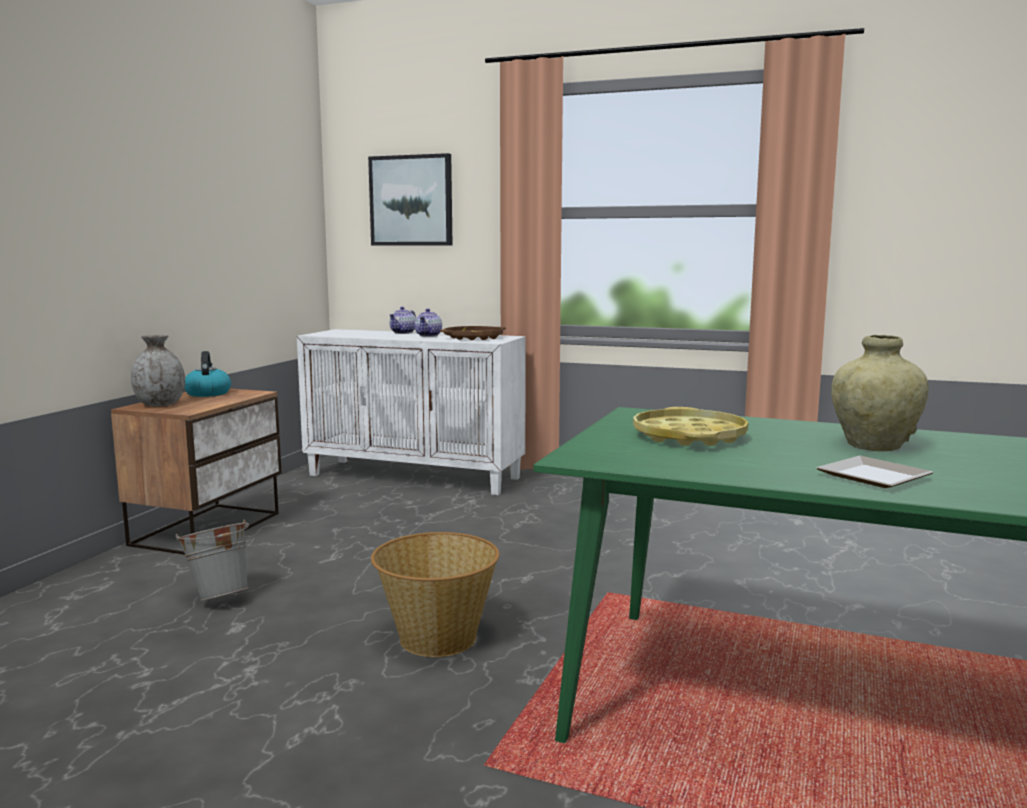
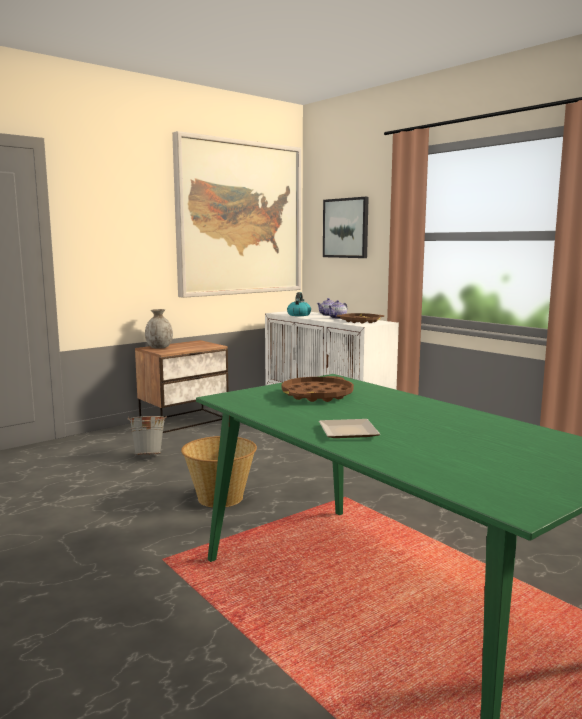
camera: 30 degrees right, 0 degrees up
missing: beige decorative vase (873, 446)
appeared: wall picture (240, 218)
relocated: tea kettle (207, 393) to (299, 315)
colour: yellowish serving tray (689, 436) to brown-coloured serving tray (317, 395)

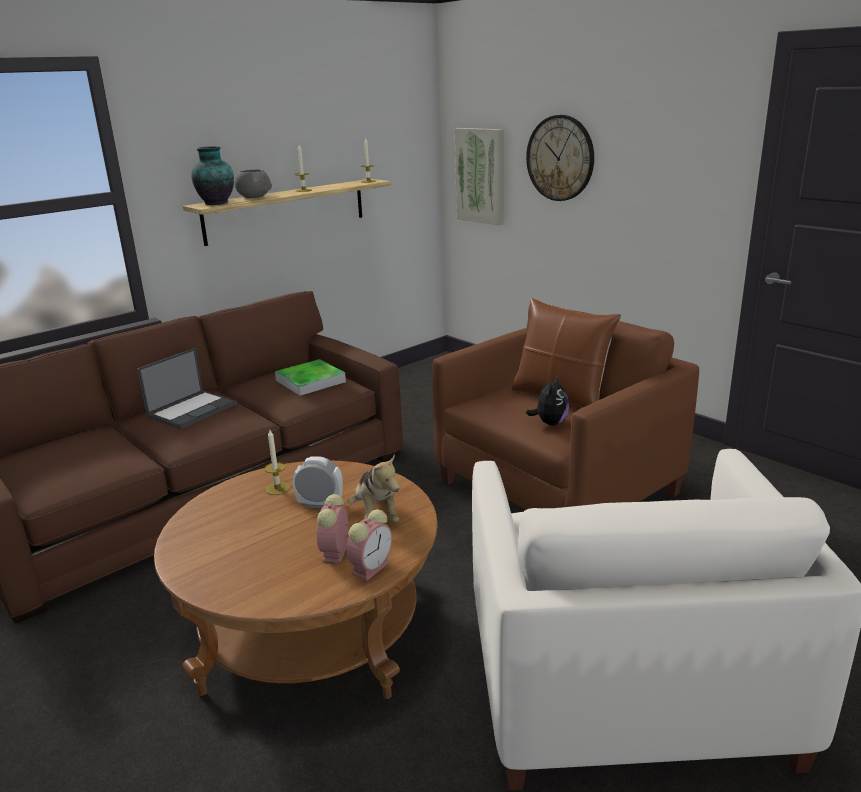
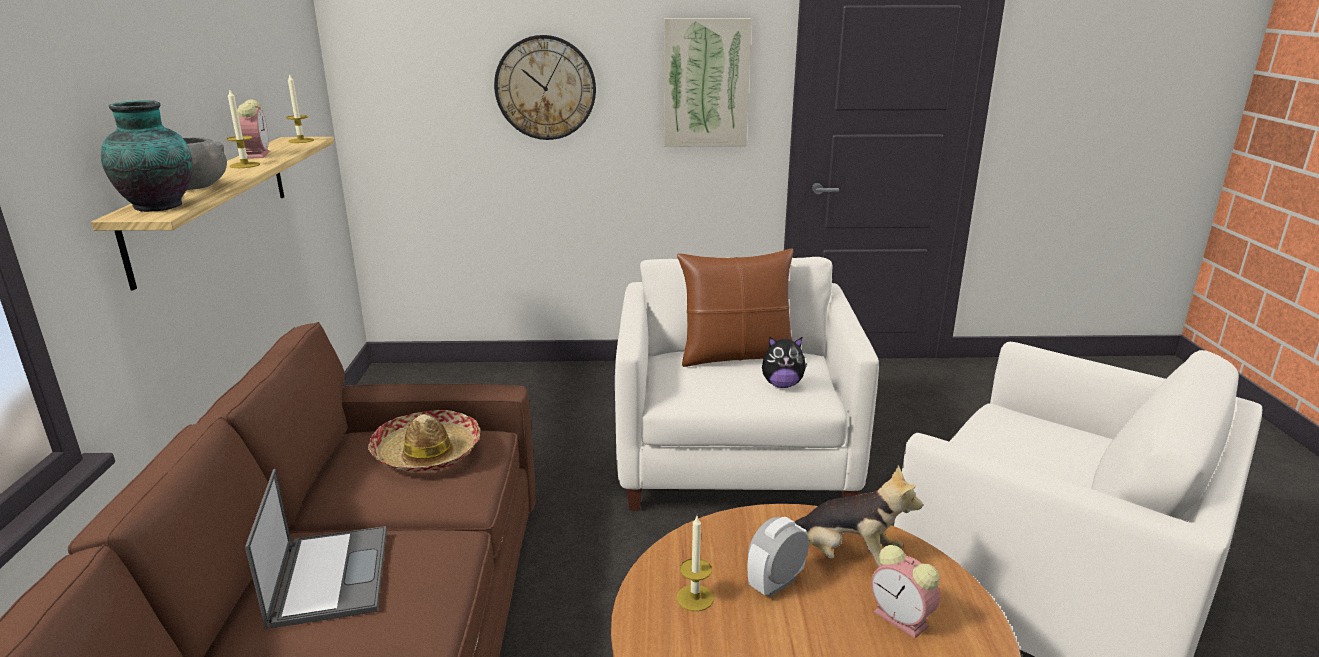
camera: 50 degrees left, 0 degrees up
relocated: bedside clock (371, 567) to (257, 154); wall picture (481, 175) to (706, 83)
exchanged: serving tray (310, 381) to clothing hat (427, 452)
colour: brown-coloured armchair (556, 487) to whitish armchair (733, 459)
spun: soft toy (550, 423) = (782, 384) 120 degrees clockwise

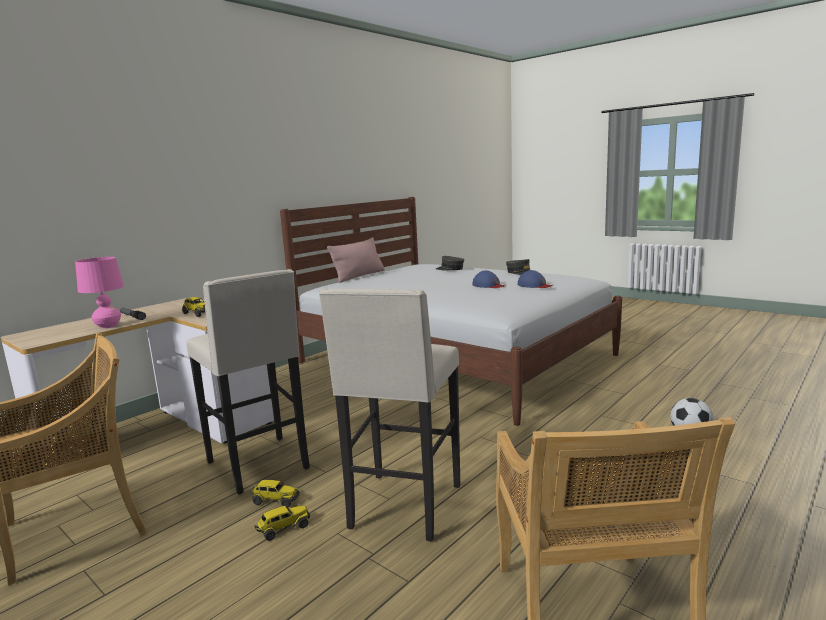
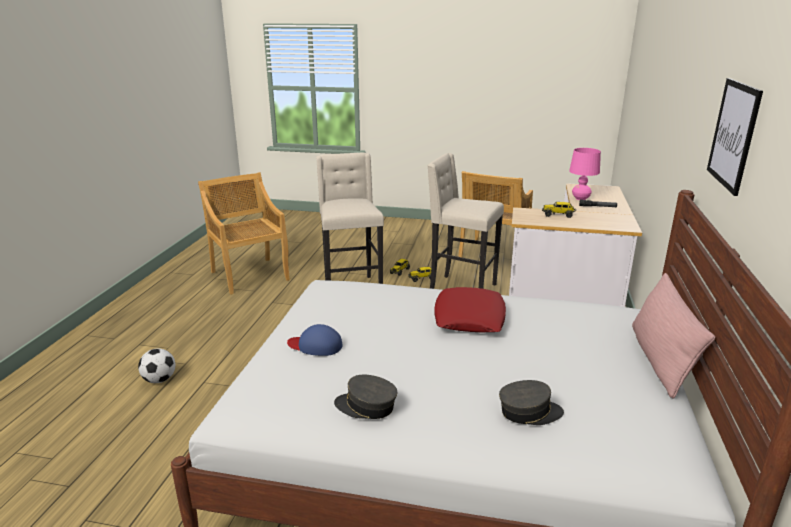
camera: 150 degrees right, 10 degrees up
missing: bluish baseball cap (488, 285)
appeared: red throw pillow (469, 317); wall picture (733, 134)

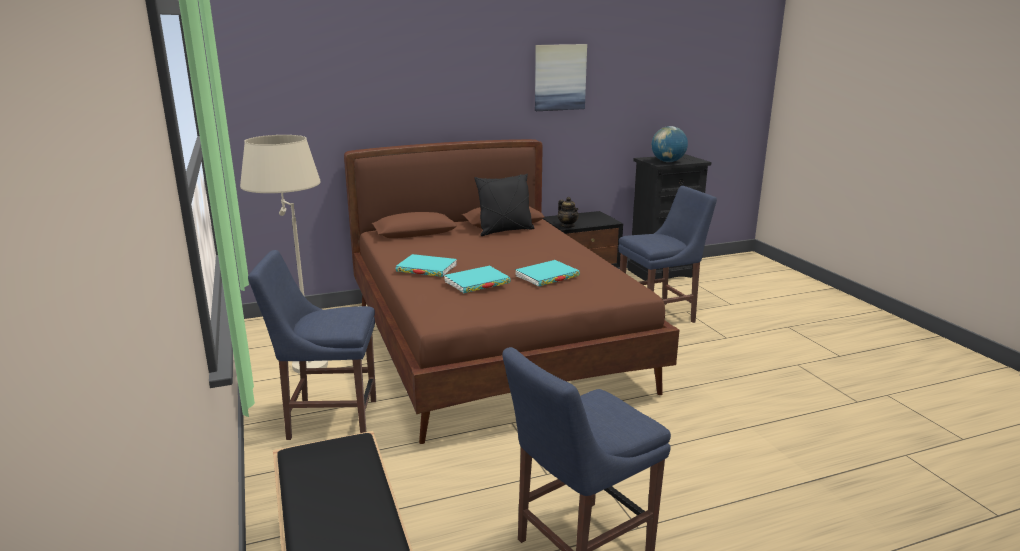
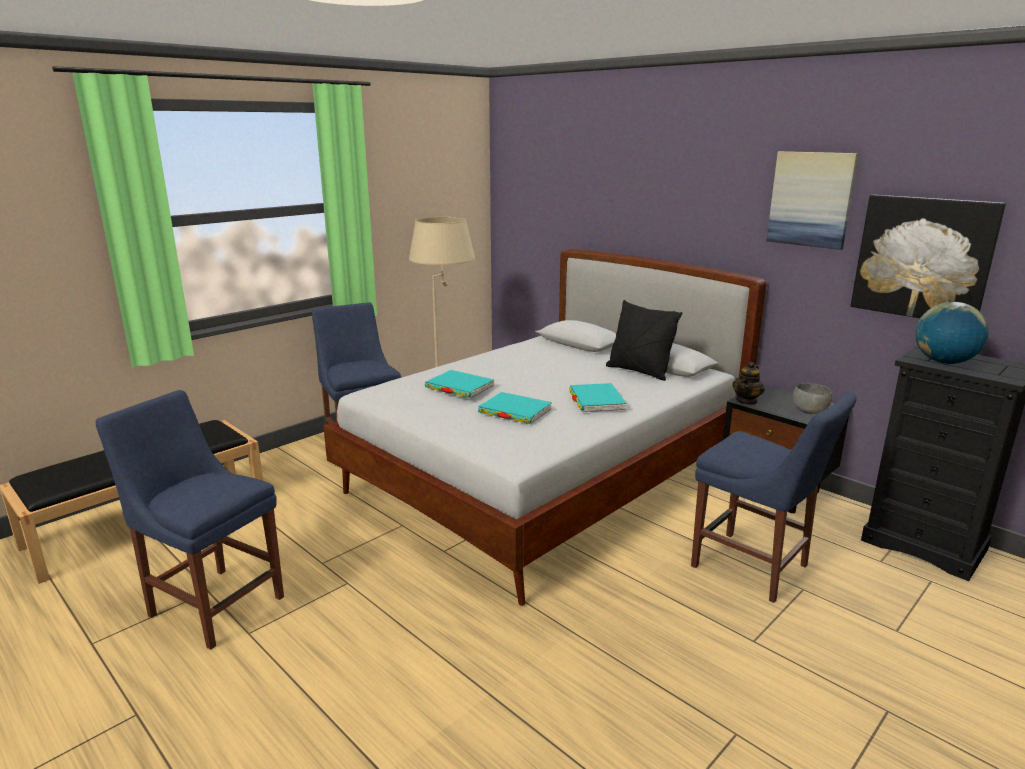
camera: 65 degrees right, 0 degrees up
appeared: grey bowl (809, 412); wall picture (923, 258)
relocated: turquoise bound book (426, 268) to (596, 401)
colour: brown-coloured bedroom bed (492, 345) to whitish bedroom bed (547, 479)

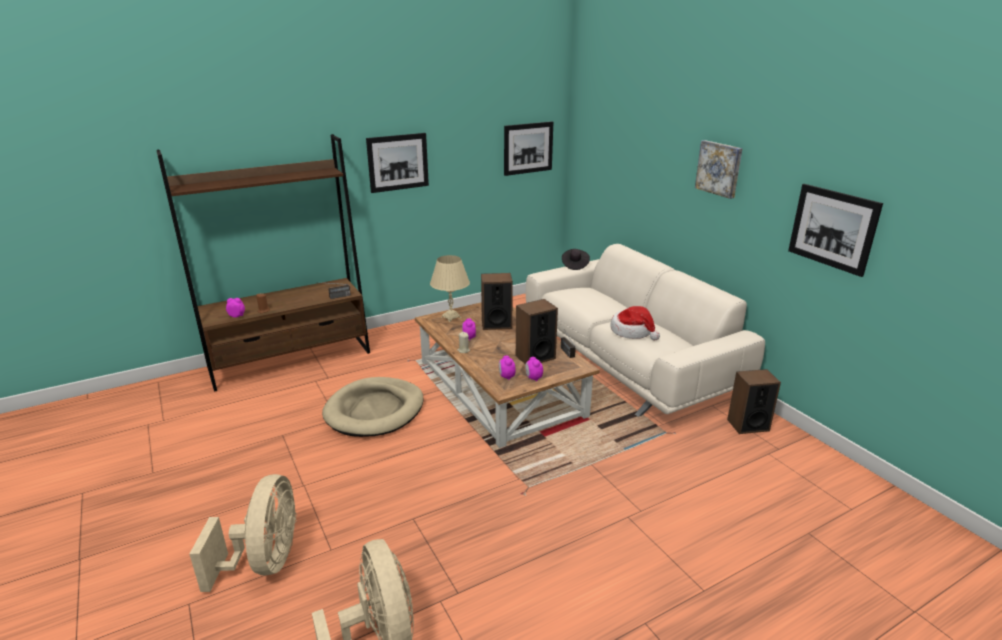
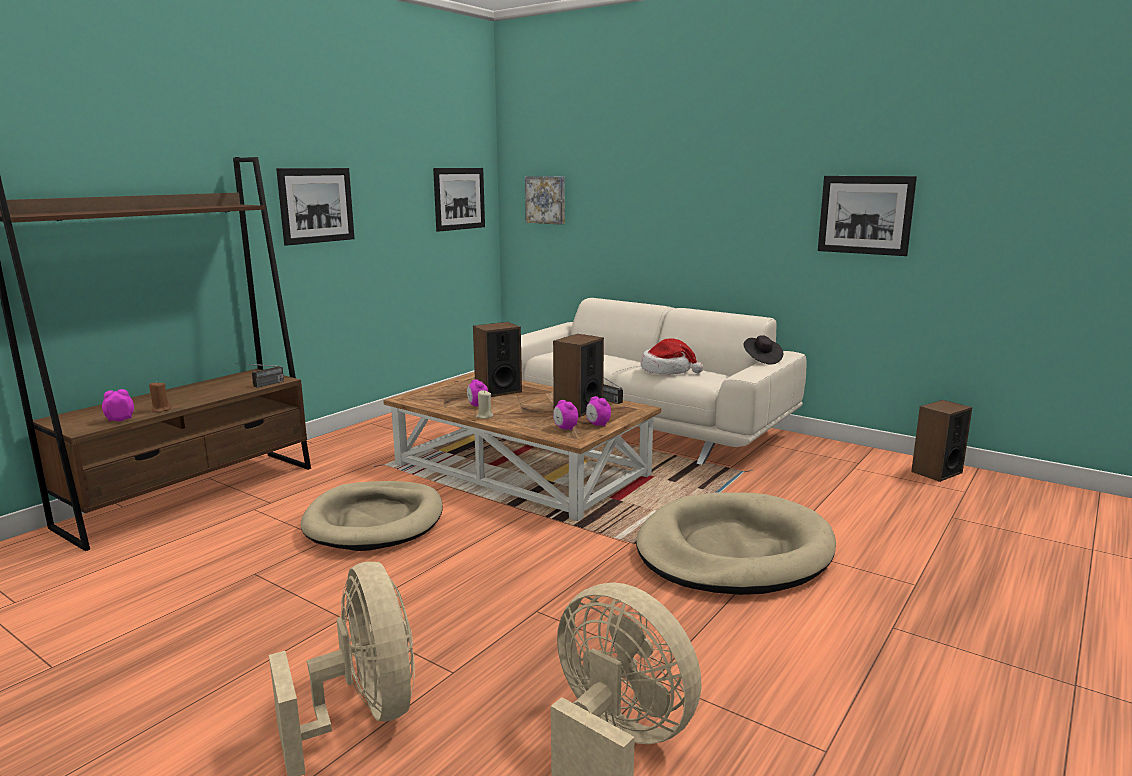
camera: 25 degrees left, 10 degrees down
missing: beige lamp for a table (451, 317)
appeared: beige dog bed (733, 551)
relocated: blackish clothing hat (574, 265) to (761, 360); wall picture (719, 168) to (546, 200); loudspeaker (747, 425) to (936, 472)

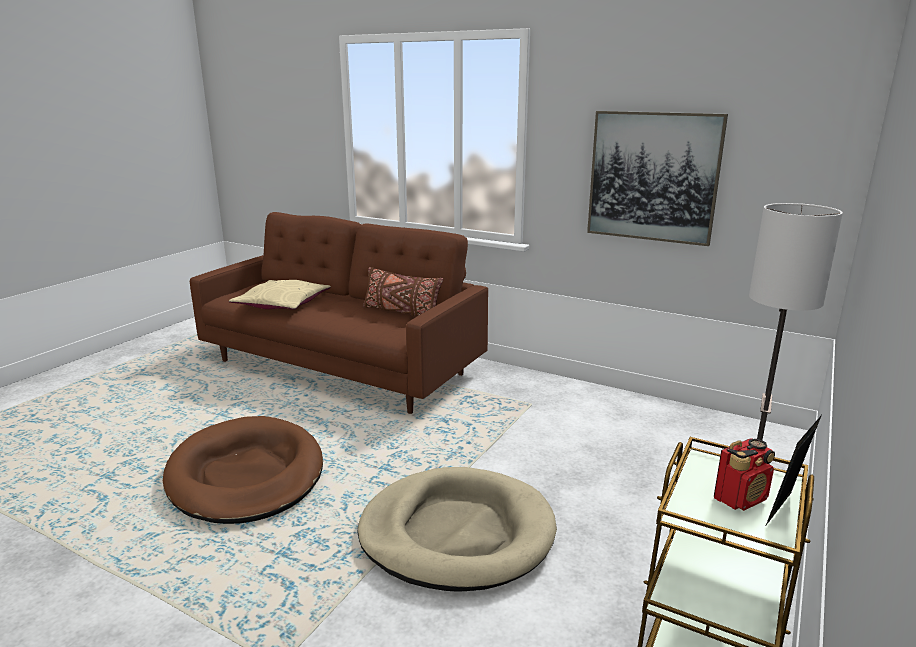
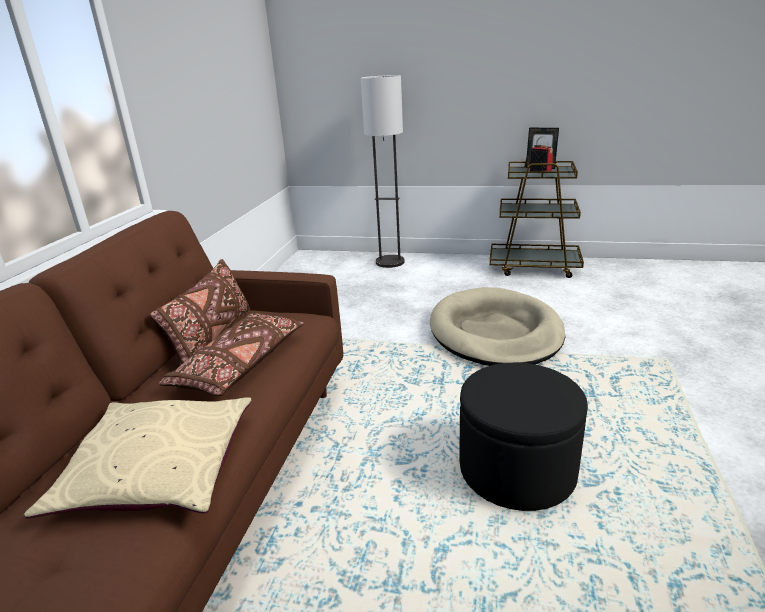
camera: 105 degrees left, 5 degrees up
missing: wall picture (653, 177)
appeared: brown-coloured throw pillow (240, 365)
exchanged: brown-coloured dog bed (246, 475) to blackish ottoman (517, 470)

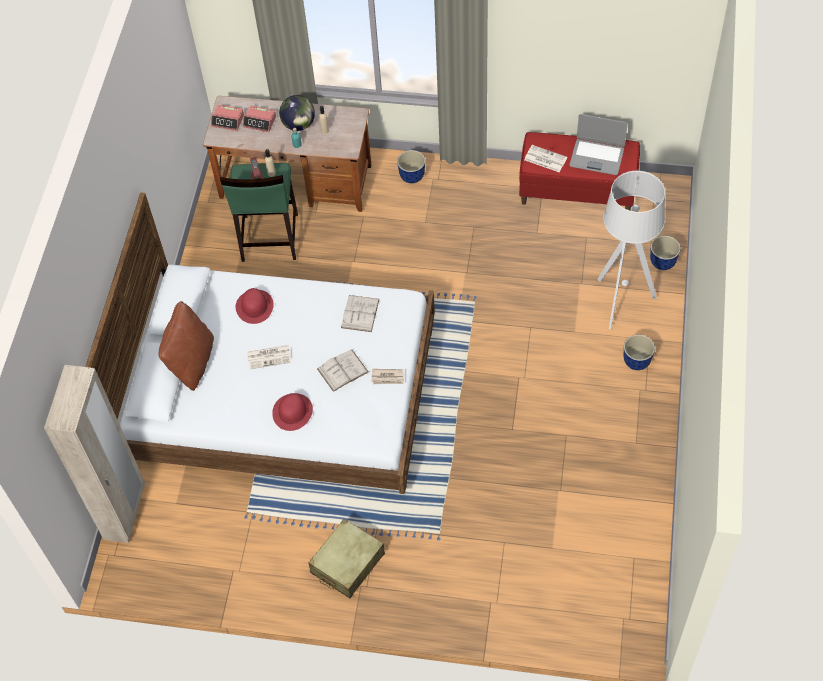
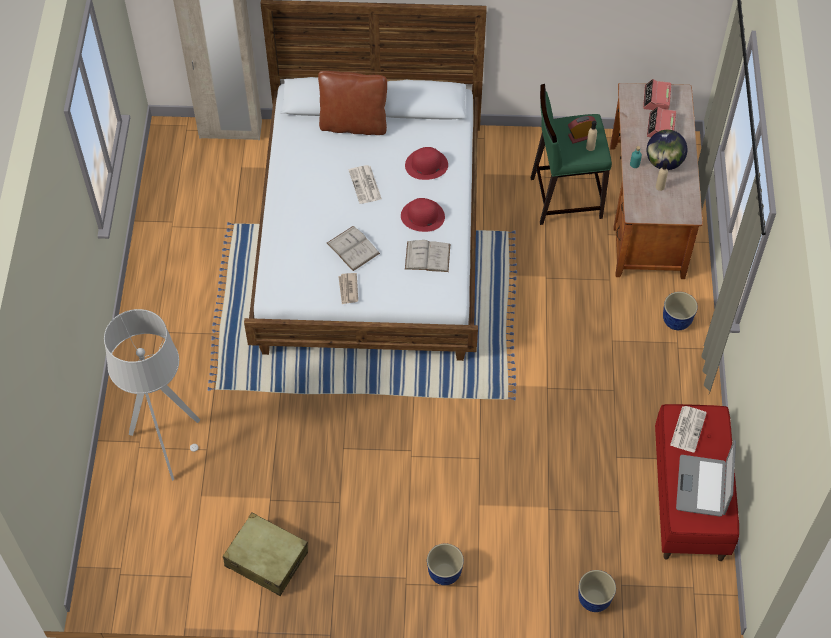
camera: 80 degrees right, 0 degrees up
relocated: red clothing hat (292, 412) to (422, 216); beige travel case (347, 563) to (266, 559); grey standing lamp (621, 302) to (167, 444)

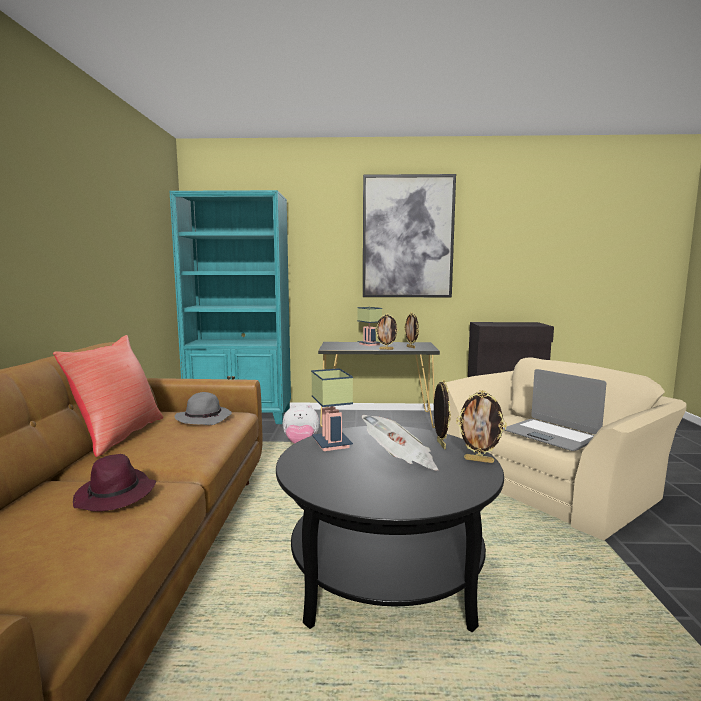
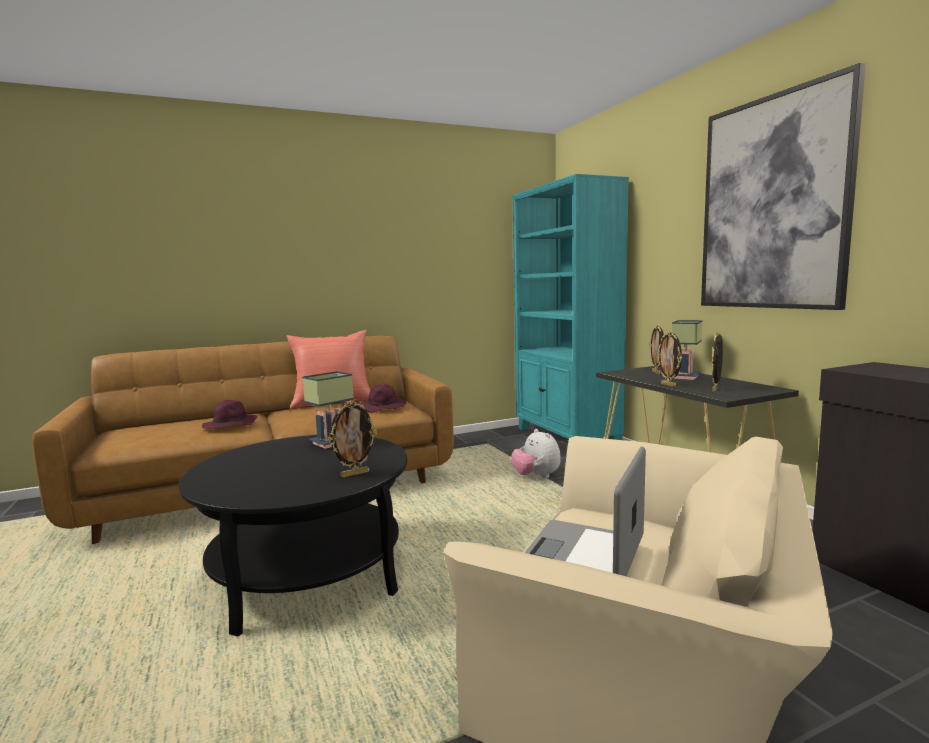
camera: 65 degrees right, 0 degrees up
missing: printed paper (400, 461)
relocated: photo frame (479, 460) to (656, 373)
colour: grey clothing hat (204, 418) to purple clothing hat (383, 407)

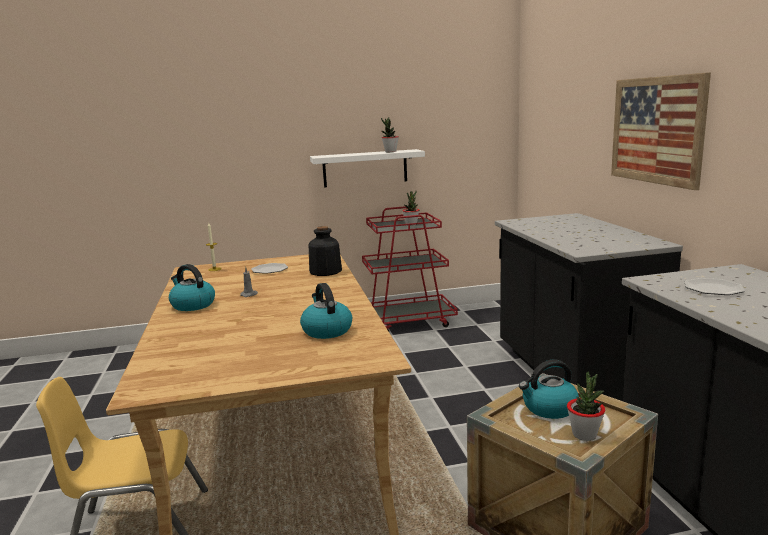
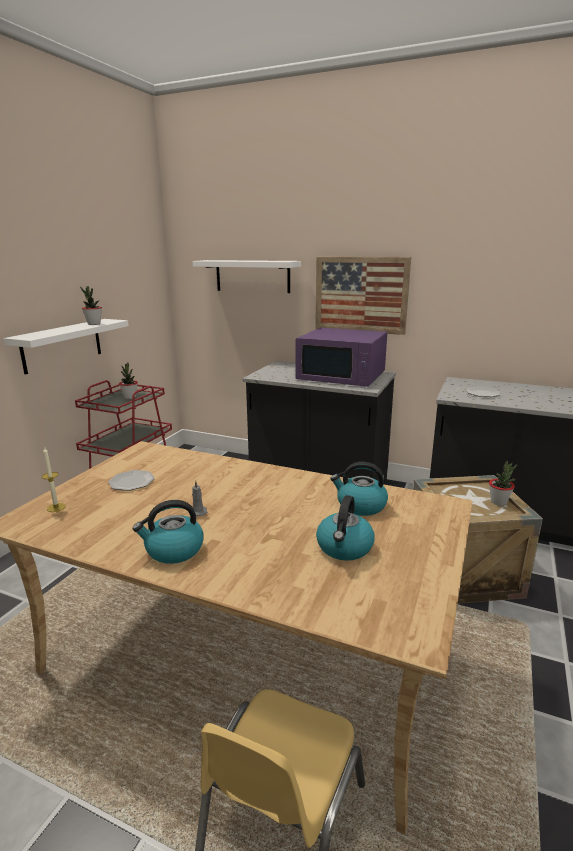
camera: 55 degrees left, 5 degrees up
missing: beverage bottle (325, 271)
appeared: whitish bracket shelf (252, 276); purple microwave oven (342, 376)
relocated: tea kettle (549, 408) to (344, 548)

